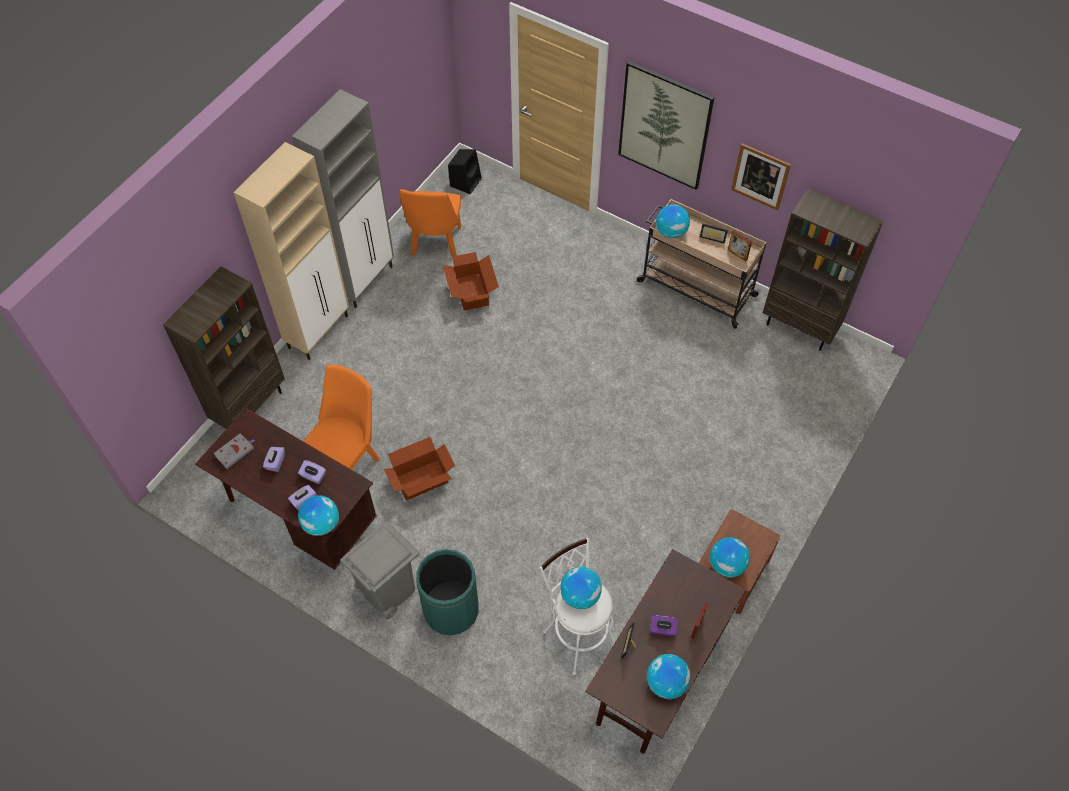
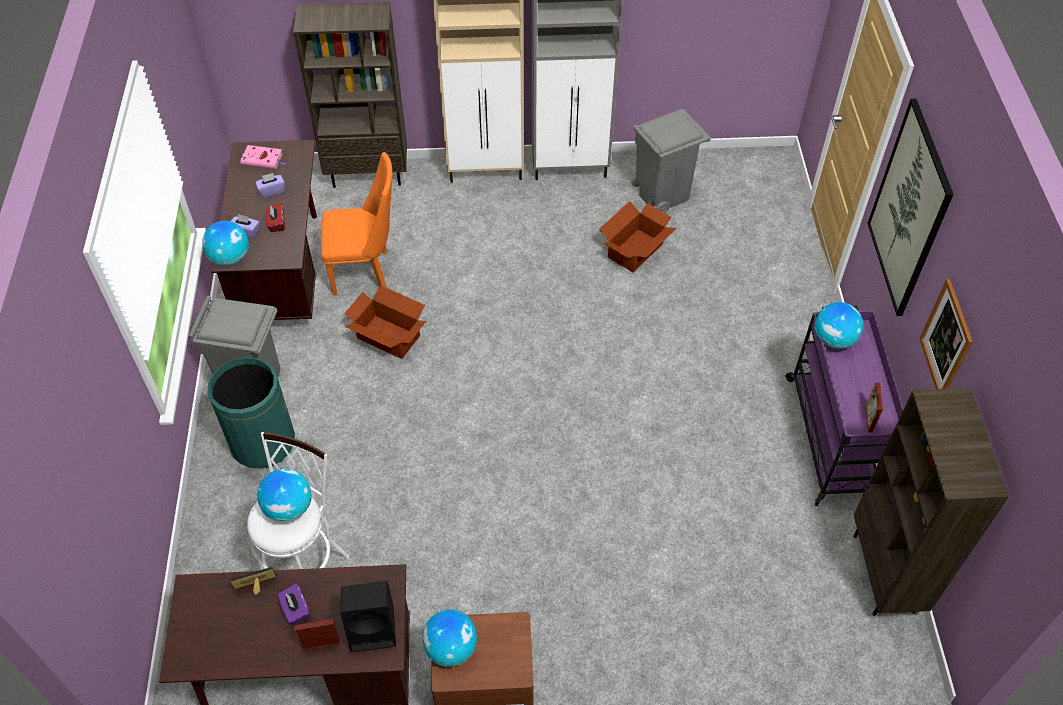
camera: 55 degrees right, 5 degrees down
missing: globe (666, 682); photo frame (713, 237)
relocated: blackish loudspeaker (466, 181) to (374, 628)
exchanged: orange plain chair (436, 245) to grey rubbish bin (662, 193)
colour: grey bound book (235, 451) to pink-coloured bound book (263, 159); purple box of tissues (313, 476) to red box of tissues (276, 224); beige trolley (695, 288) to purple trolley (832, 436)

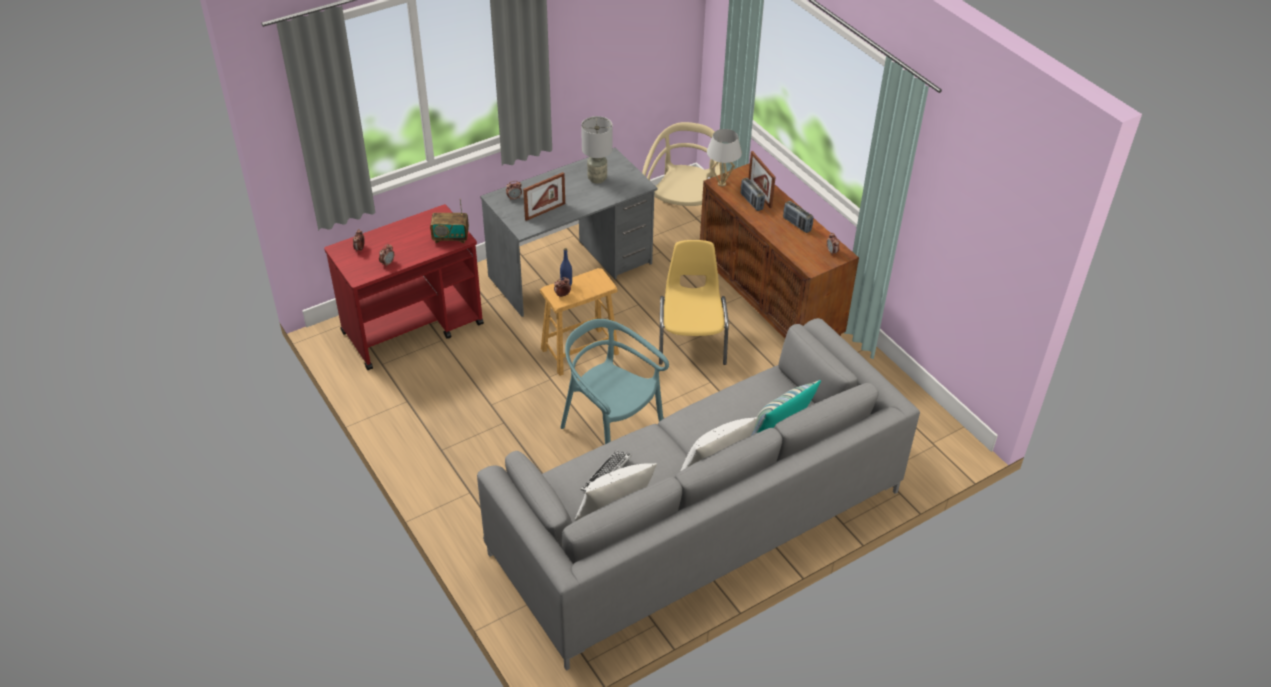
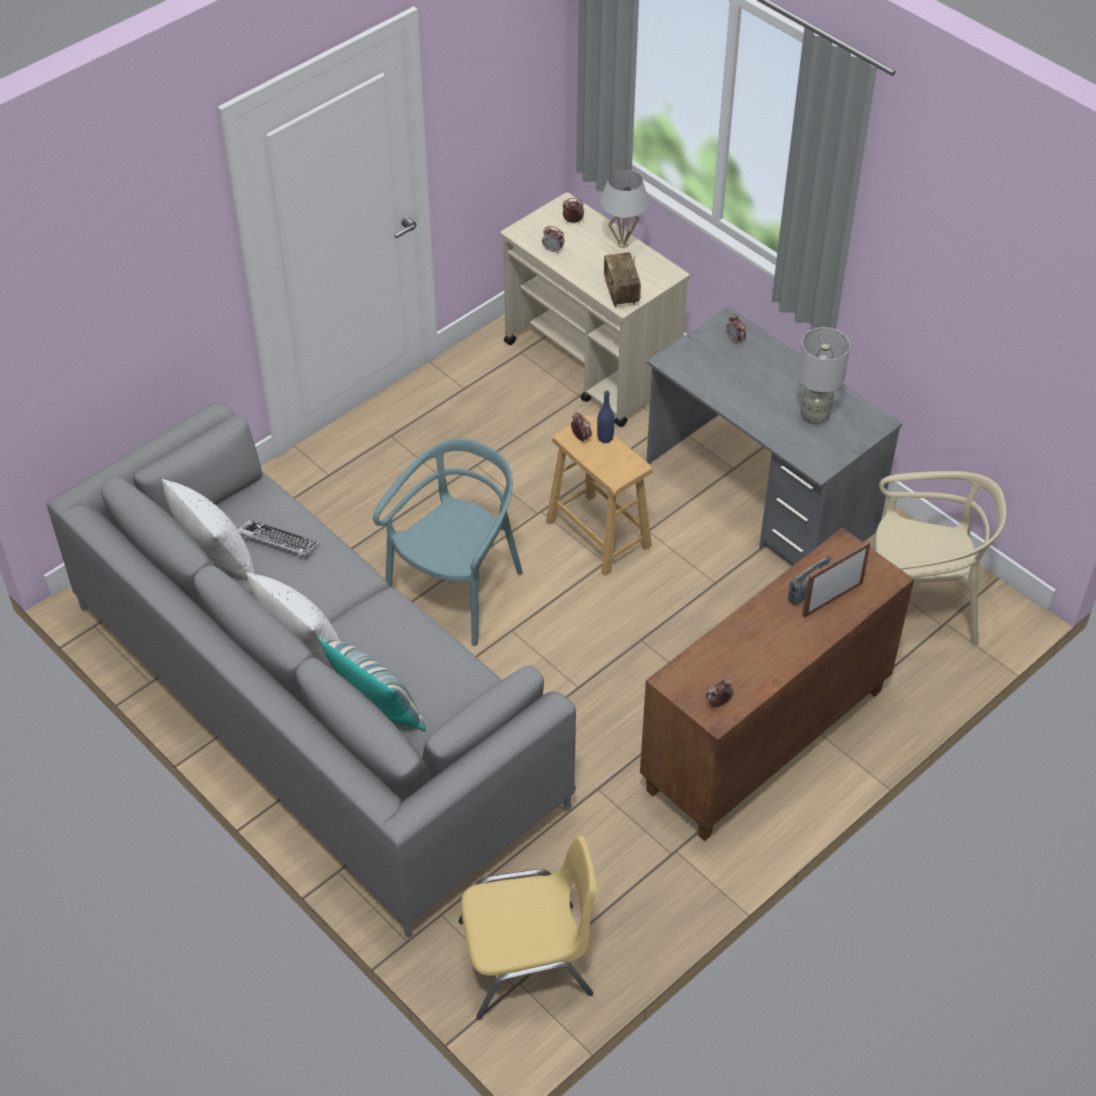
camera: 80 degrees right, 5 degrees up
missing: photo frame (545, 211); radio receiver (797, 224)
relocated: yellowish plain chair (691, 339) to (528, 959); whitish lamp for a table (722, 183) to (622, 244)
colour: red trolley (413, 328) to beige trolley (593, 365)

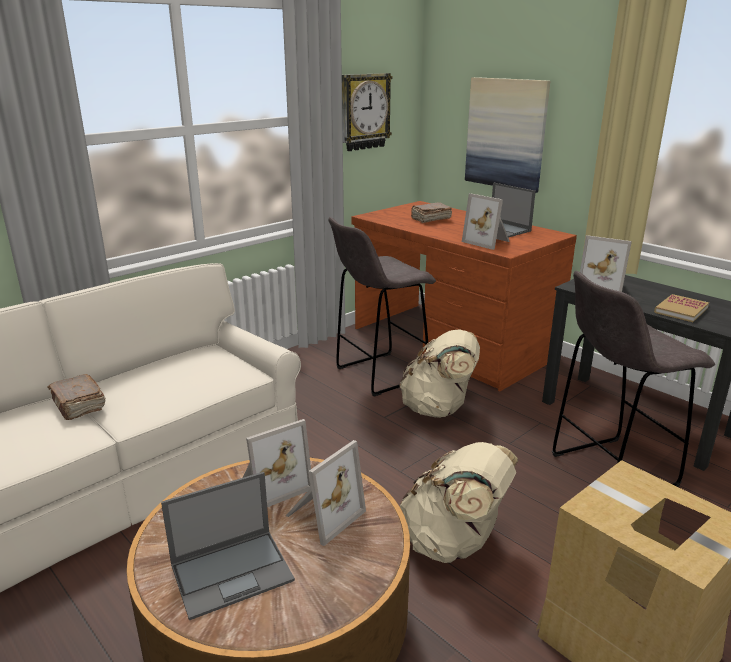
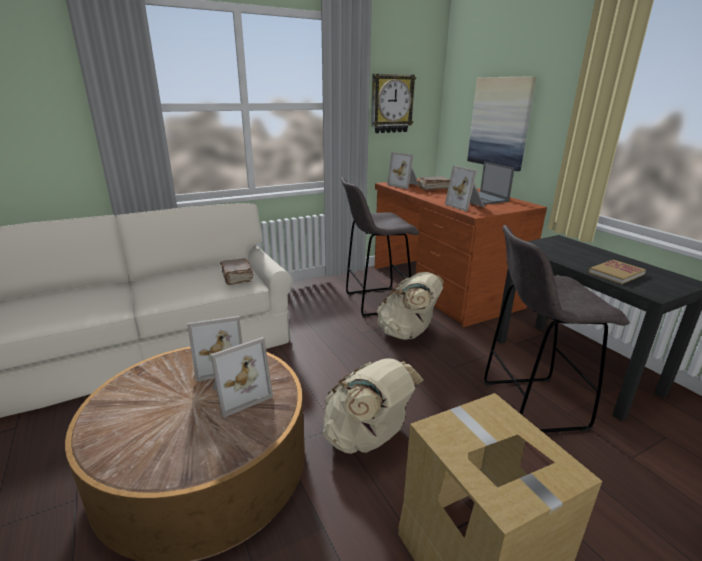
camera: 15 degrees right, 0 degrees up
missing: portable computer (233, 572)
relocated: brown-coloured bound book (78, 405) to (237, 277); photo frame (602, 286) to (404, 185)

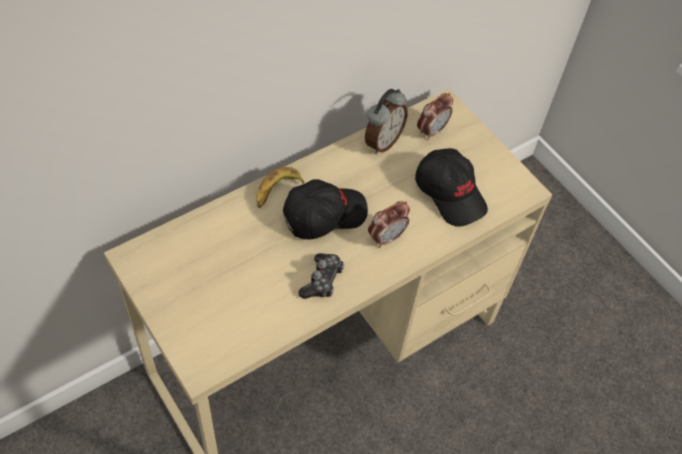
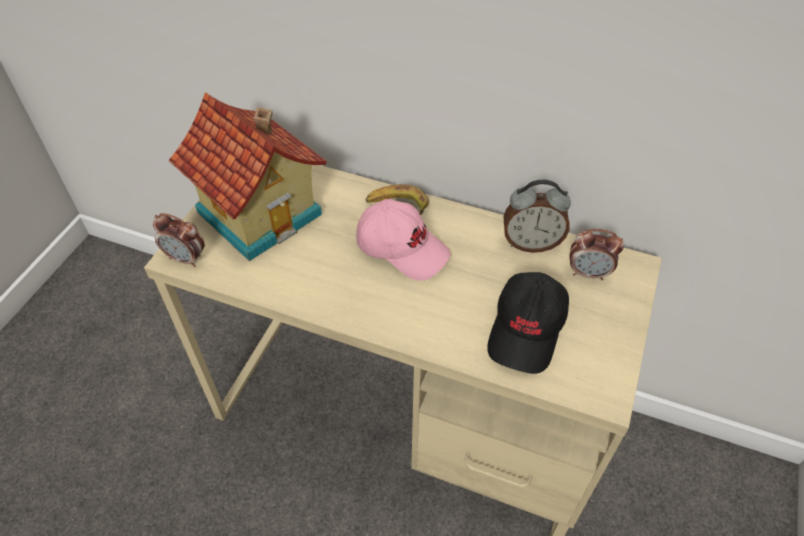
camera: 60 degrees right, 5 degrees down
missing: gamepad (322, 280)
appeared: miniature house (261, 211)
relocated: bedside clock (386, 238) to (186, 258)
colour: blackish baseball cap (324, 214) to pink-coloured baseball cap (402, 248)

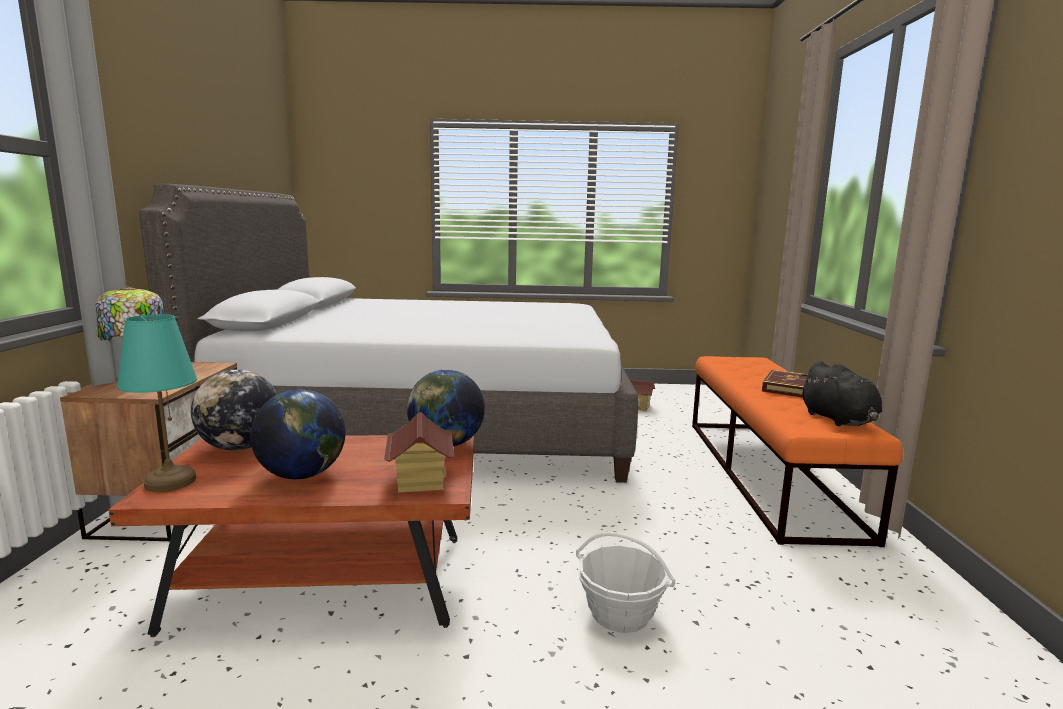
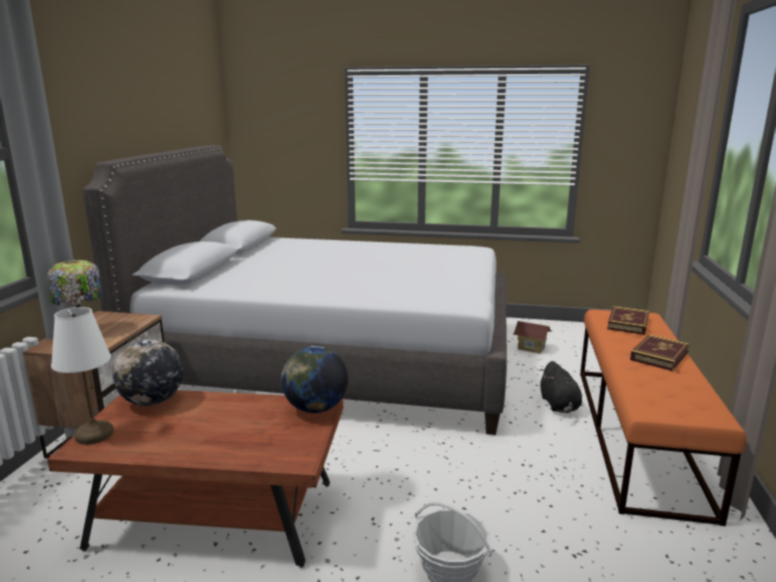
camera: 10 degrees right, 5 degrees up
missing: globe (302, 475); miniature house (420, 480)
appeared: bound book (628, 323)
relocated: blackish soft toy (839, 420) to (559, 406)
colour: turquoise lamp for a table (170, 482) to whitish lamp for a table (94, 435)

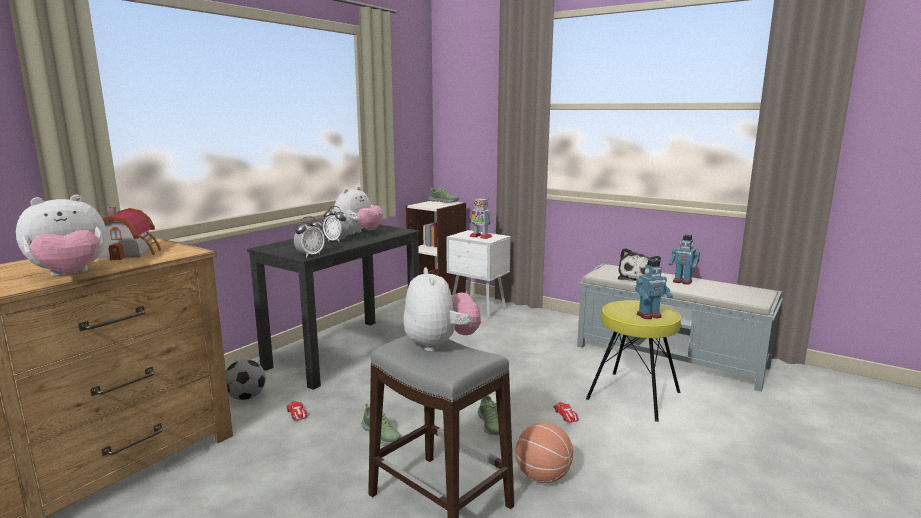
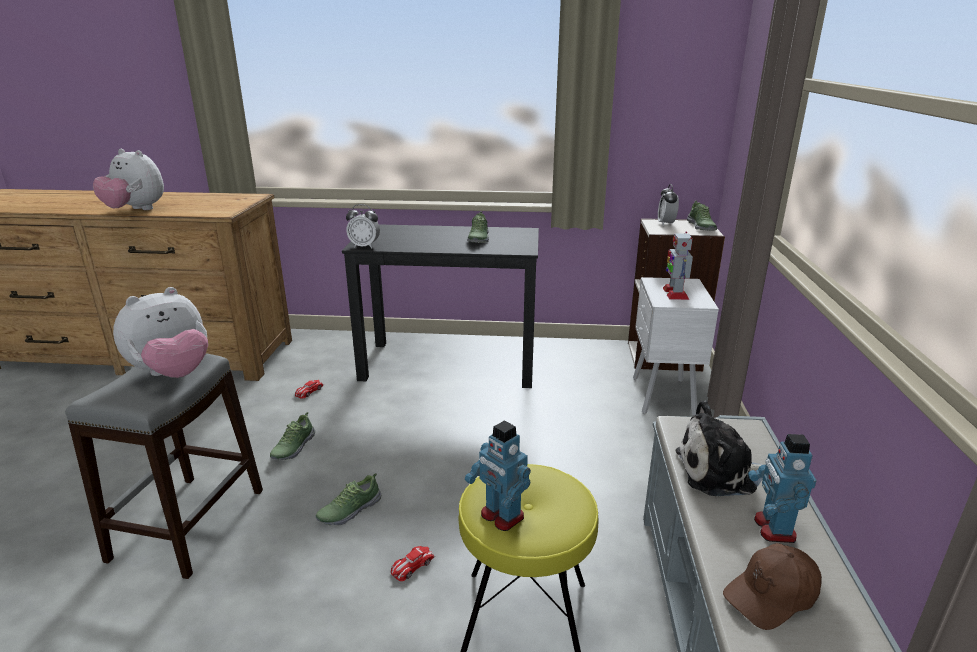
camera: 60 degrees right, 10 degrees up
missing: miniature house (131, 252); ball for football (246, 397); ball for basketball (542, 476)
appeared: brown-coloured baseball cap (772, 595)
relocated: bedside clock (336, 241) to (666, 224)
exchanged: soft toy (358, 233) to item of footwear (478, 238)

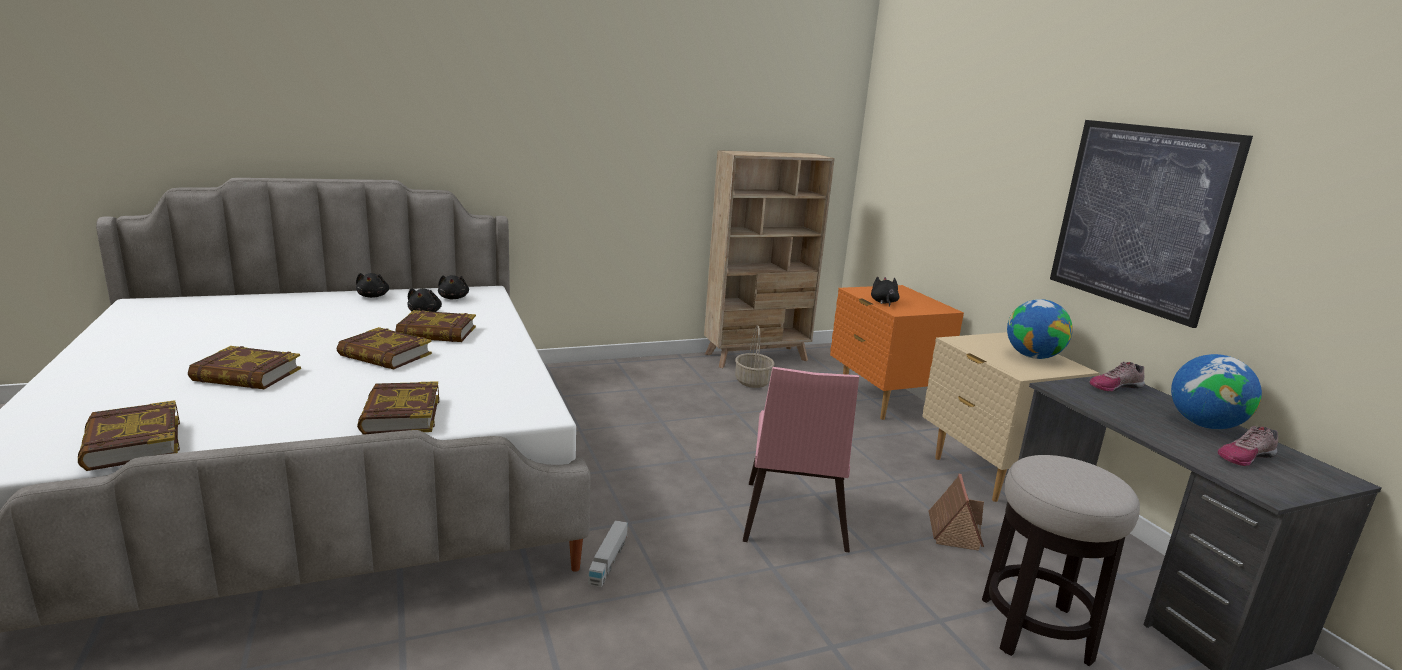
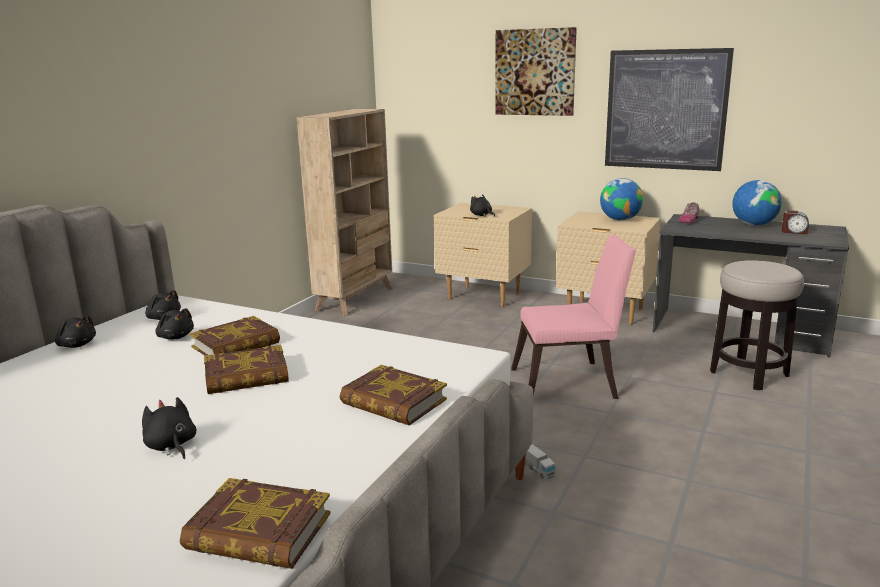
camera: 40 degrees left, 0 degrees up
missing: storage basket (752, 381); miniature house (953, 531)
appeared: wall picture (535, 72)
exchanged: bound book (246, 375) to blackish soft toy (171, 446); item of footwear (1245, 457) to bedside clock (794, 232)
colour: orange nightstand (882, 402) to beige nightstand (483, 296)
spun: pink-coloured plain chair (792, 521) = (570, 383) 60 degrees counterclockwise

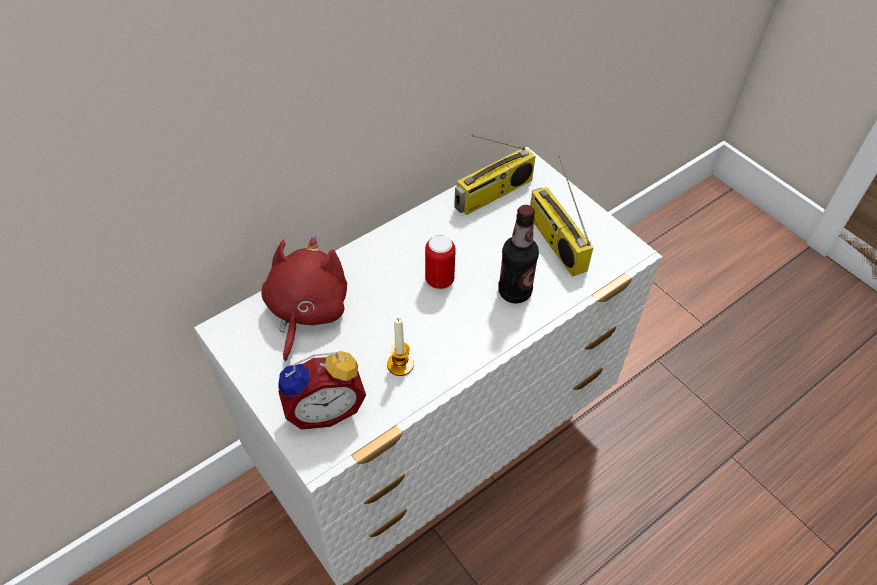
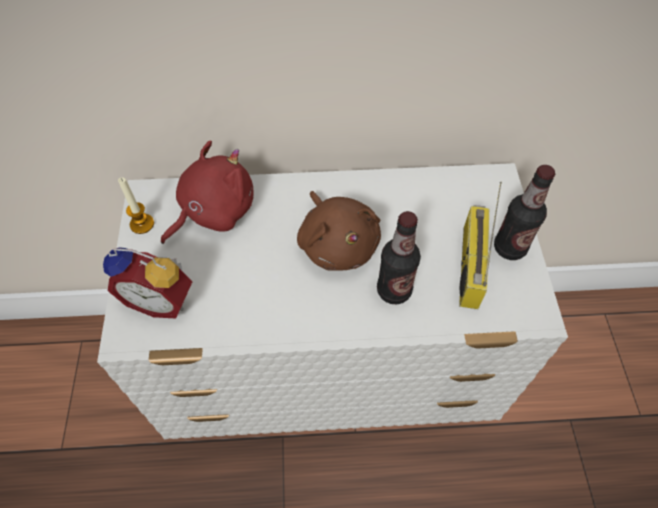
camera: 35 degrees right, 5 degrees up
missing: radio receiver (493, 194)
appeared: beverage bottle (509, 248)
relocated: wax light (400, 364) to (142, 224)
exchanged: can (439, 280) to brown-coloured soft toy (337, 244)

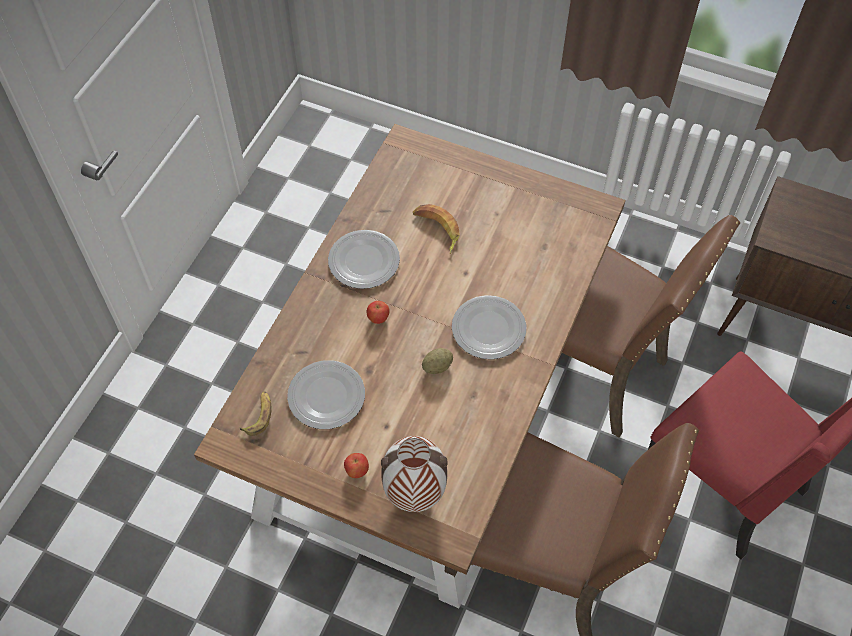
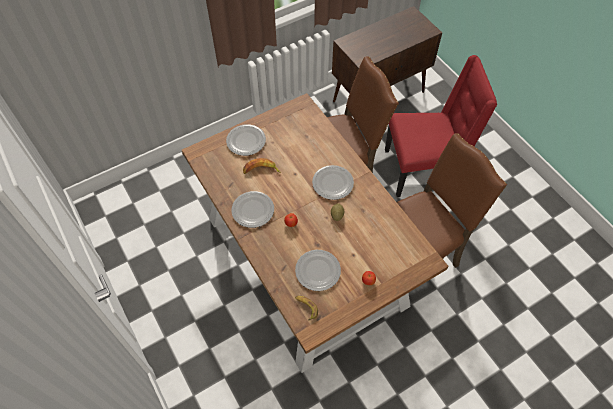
camera: 55 degrees left, 0 degrees up
missing: decorative vase (414, 495)
appeared: dinner plate (246, 141)

